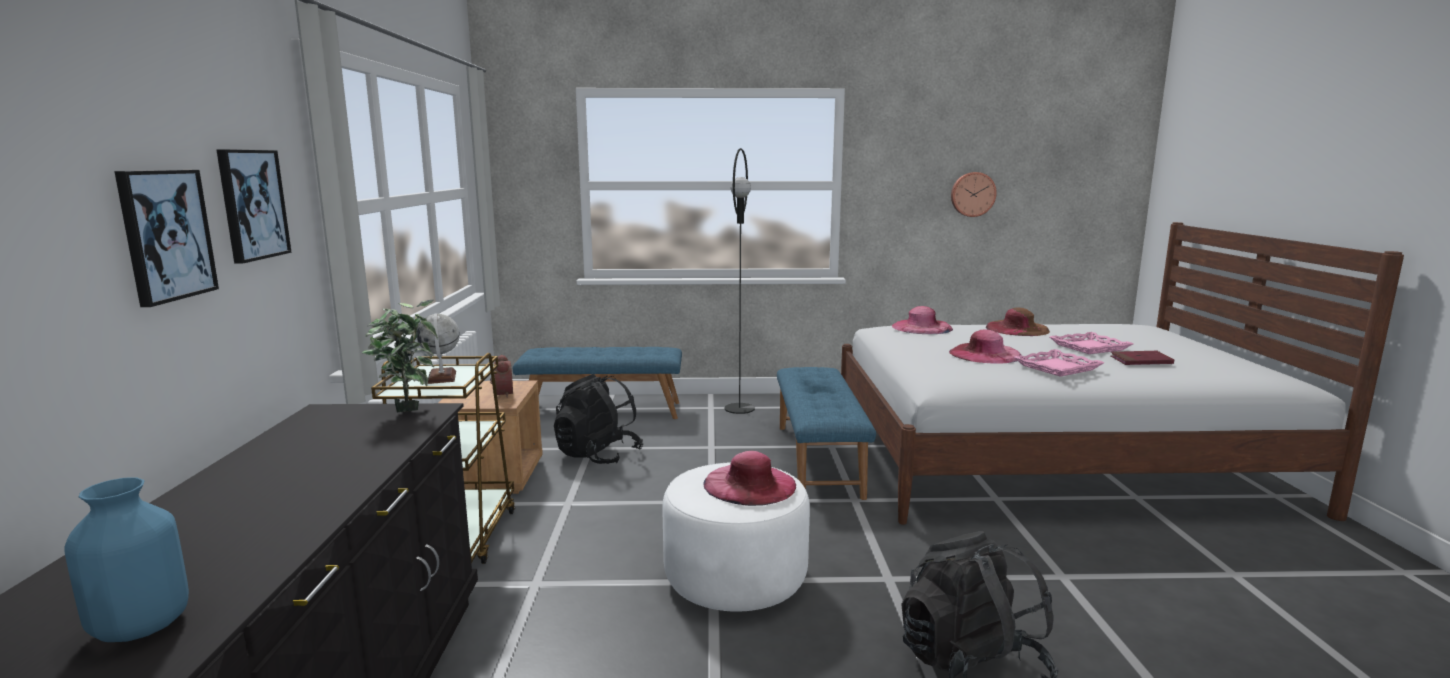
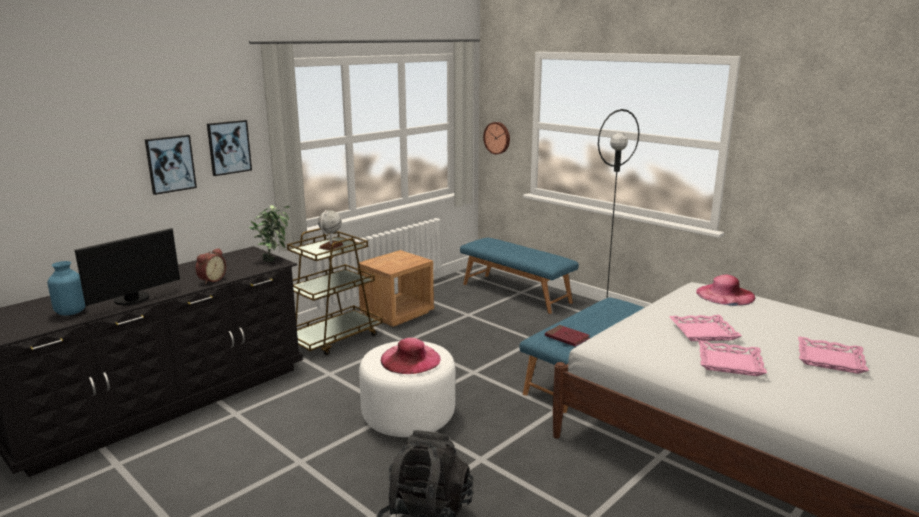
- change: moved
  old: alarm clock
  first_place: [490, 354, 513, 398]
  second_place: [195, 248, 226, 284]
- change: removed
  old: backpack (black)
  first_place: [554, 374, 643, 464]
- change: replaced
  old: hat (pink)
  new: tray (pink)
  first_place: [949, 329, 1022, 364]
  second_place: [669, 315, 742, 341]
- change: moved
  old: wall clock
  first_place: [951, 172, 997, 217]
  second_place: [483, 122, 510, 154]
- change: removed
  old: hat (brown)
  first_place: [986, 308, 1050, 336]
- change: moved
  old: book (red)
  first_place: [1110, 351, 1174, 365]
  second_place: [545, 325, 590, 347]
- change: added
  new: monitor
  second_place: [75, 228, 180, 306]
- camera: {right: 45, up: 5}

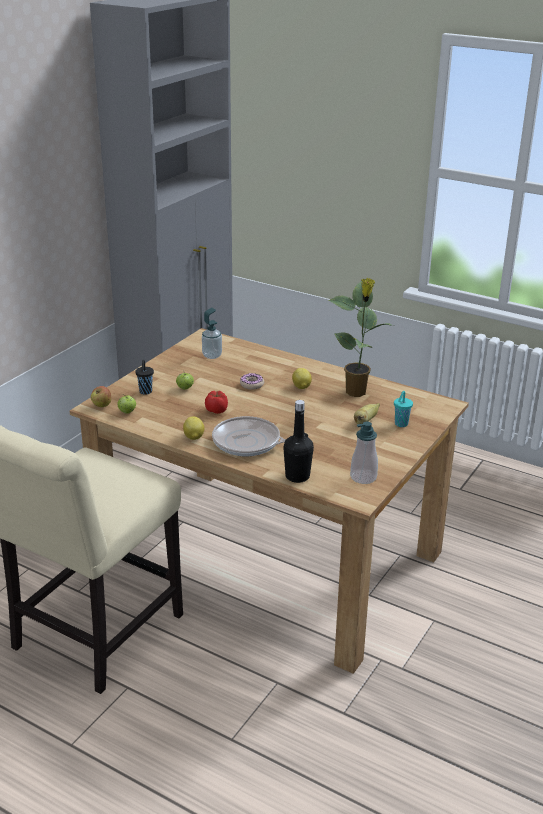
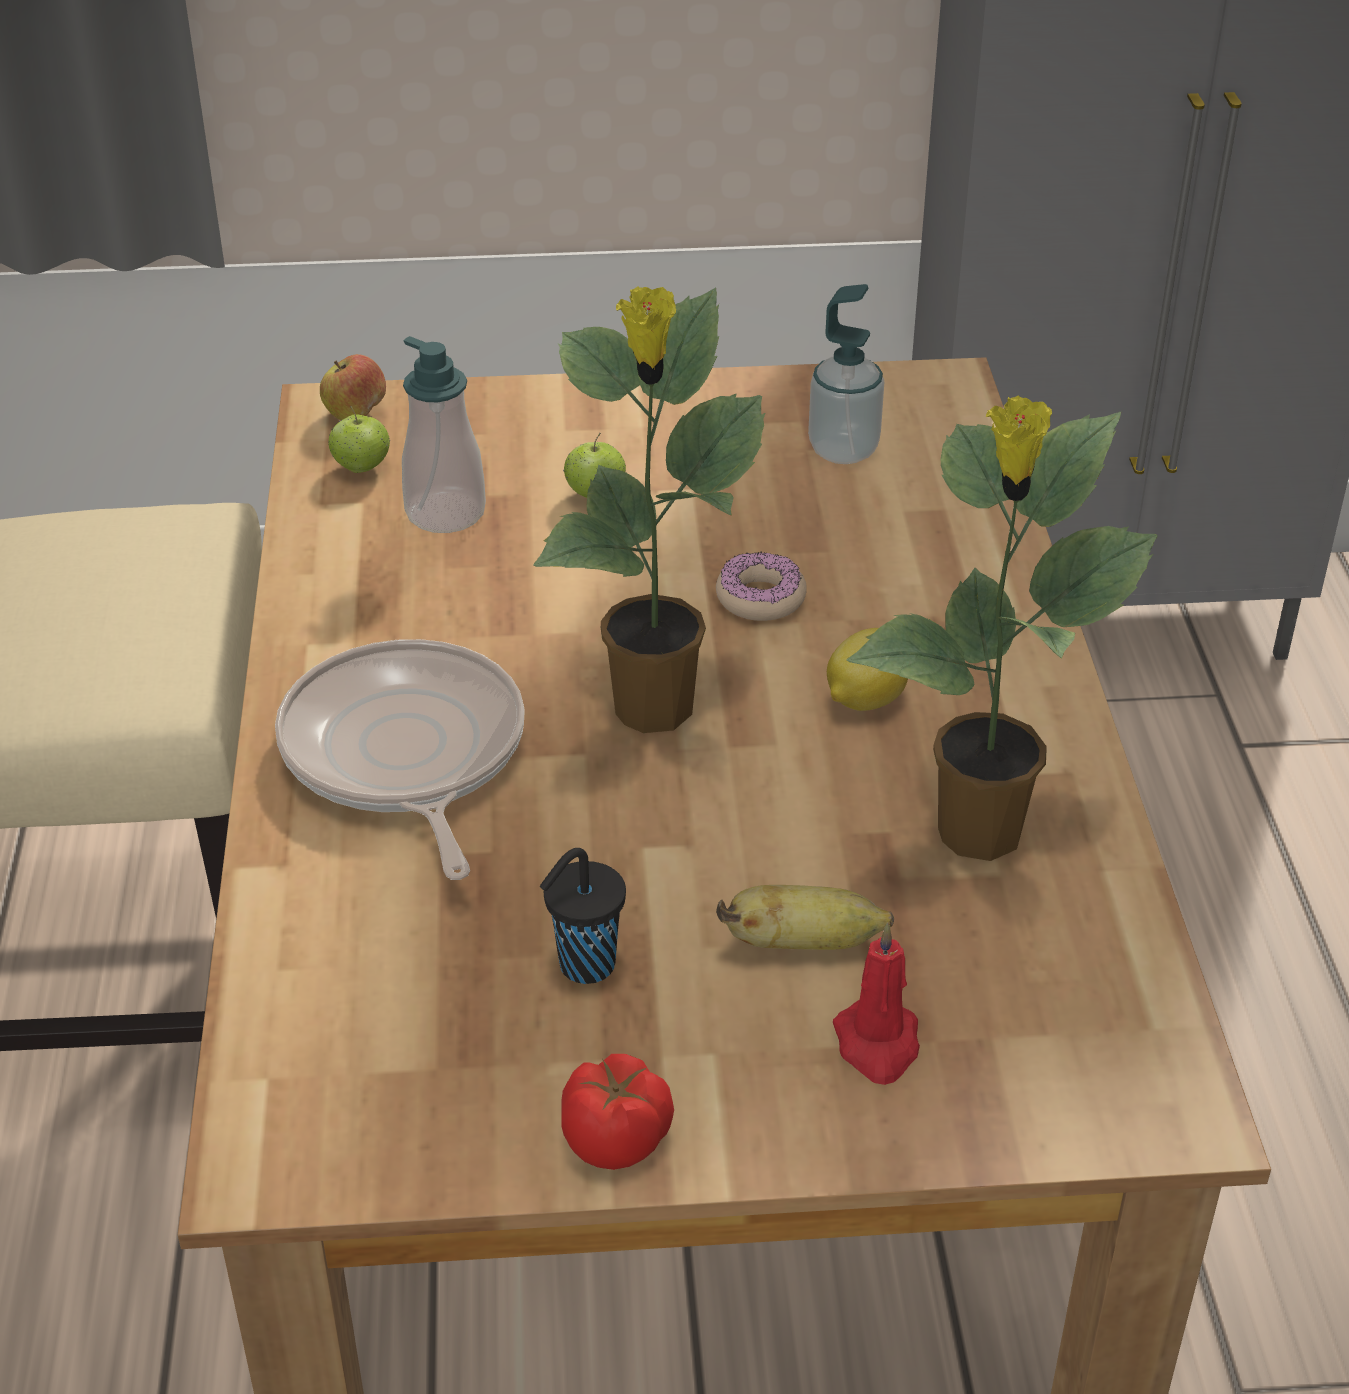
- change: moved
  old: cup (black)
  first_place: [135, 360, 154, 395]
  second_place: [540, 848, 626, 984]
- change: removed
  old: lemon
  first_place: [183, 417, 204, 440]
- change: moved
  old: tomato
  first_place: [205, 391, 228, 414]
  second_place: [561, 1054, 674, 1170]
- change: removed
  old: bottle (black)
  first_place: [283, 400, 314, 483]
- change: moved
  old: soap dispenser
  first_place: [350, 422, 378, 484]
  second_place: [402, 336, 486, 533]
- change: replaced
  old: cup (turquoise)
  new: candle (red)
  first_place: [394, 391, 413, 427]
  second_place: [833, 922, 920, 1085]
- change: added
  new: potted plant
  second_place: [533, 286, 766, 733]
- camera: {right: 55, up: 10}

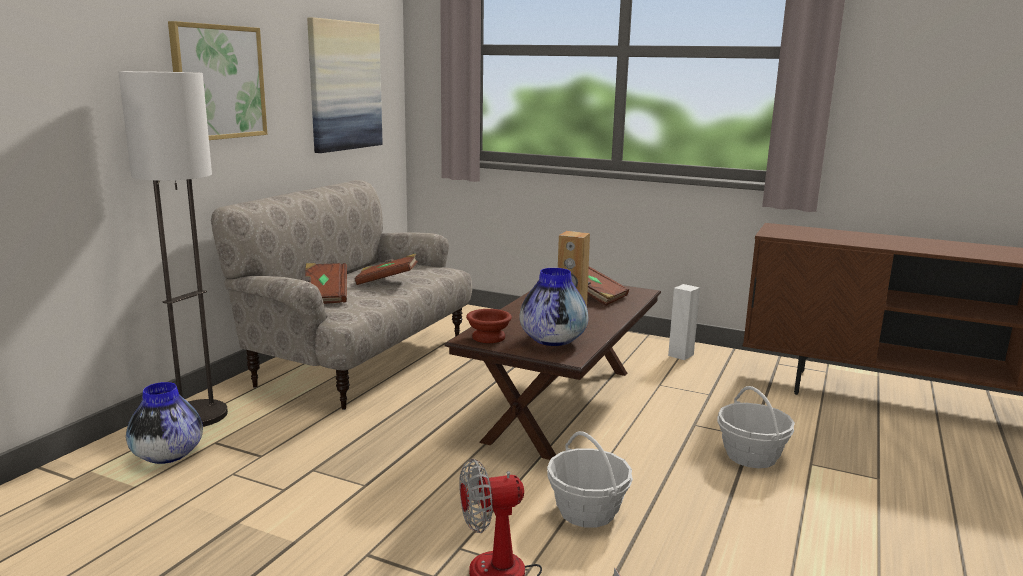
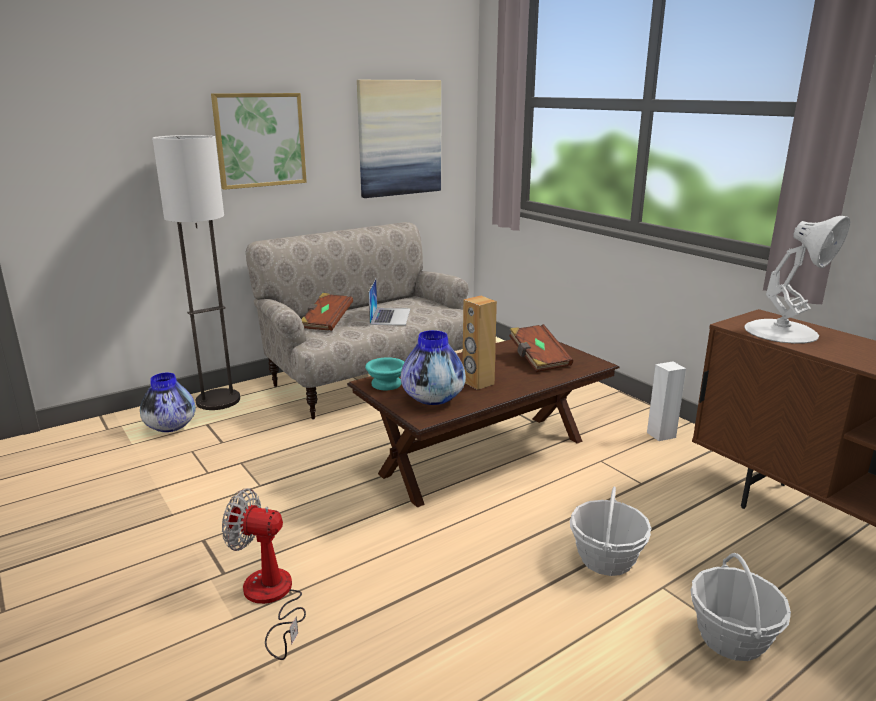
- change: replaced
  old: book (brown)
  new: laptop
  first_place: [355, 254, 418, 285]
  second_place: [368, 278, 410, 325]
- change: recoloured
  old: bowl (brown)
  new: bowl (turquoise)
  first_place: [466, 309, 512, 343]
  second_place: [365, 357, 404, 390]
- change: moved
  old: basket
  first_place: [547, 431, 633, 528]
  second_place: [690, 553, 791, 661]
- change: added
  new: table lamp (white)
  second_place: [744, 216, 850, 344]
- camera: {right: 30, up: 5}

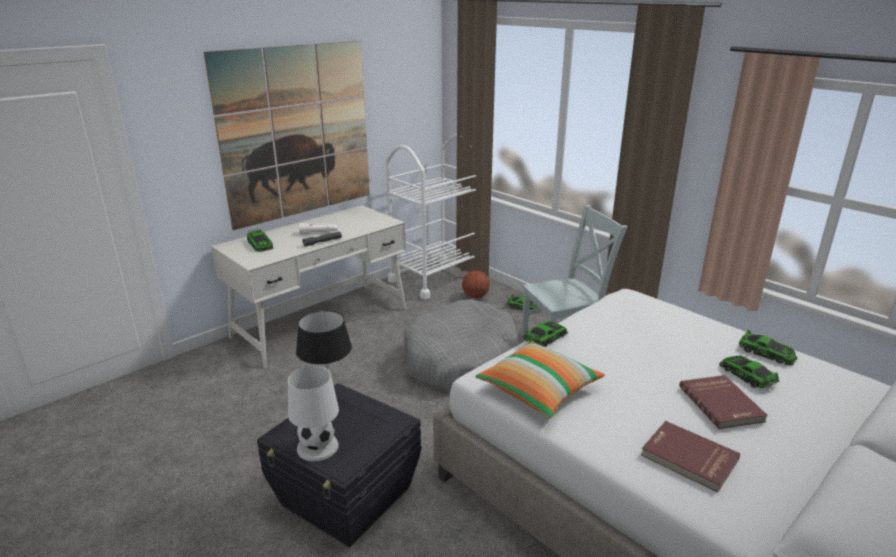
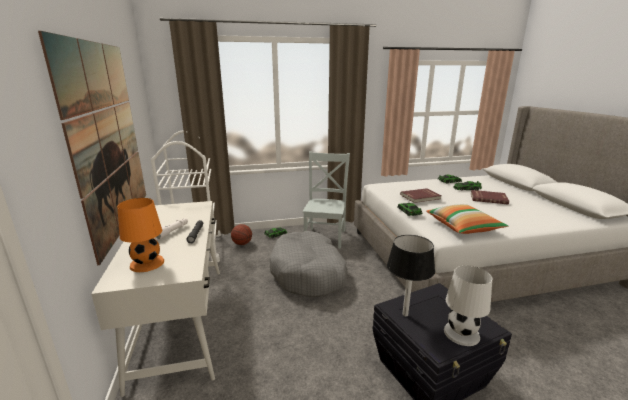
- change: replaced
  old: toy car
  new: table lamp (orange)
  first_place: [247, 229, 273, 252]
  second_place: [117, 198, 164, 272]
- change: moved
  old: book (red)
  first_place: [641, 421, 740, 492]
  second_place: [400, 188, 442, 203]
- camera: {right: -60, up: -5}

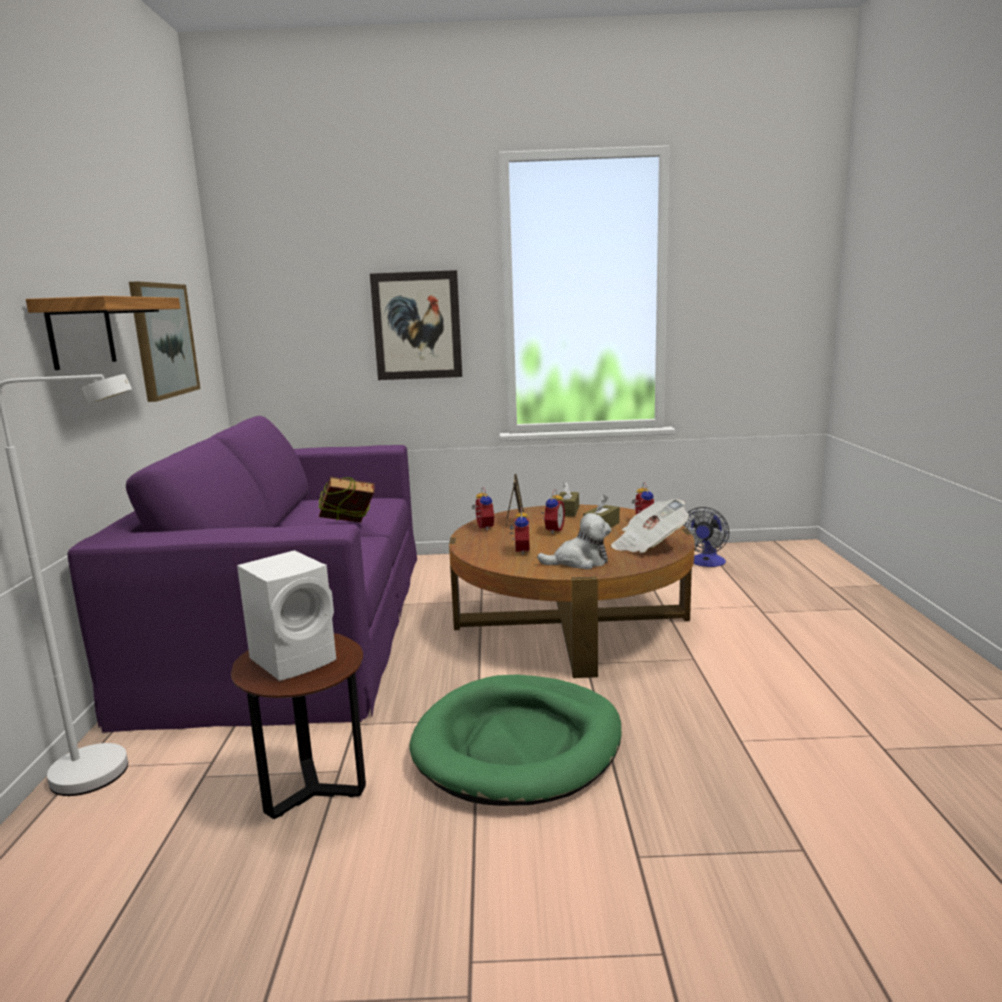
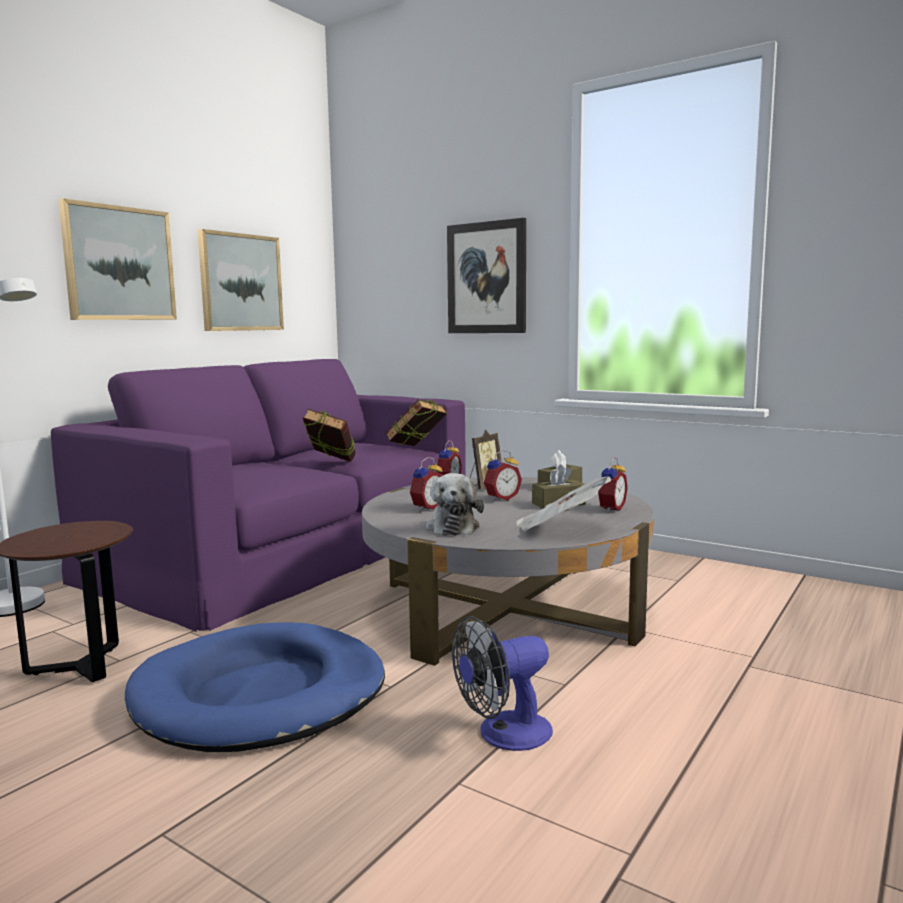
- change: replaced
  old: shelf
  new: picture
  first_place: [26, 296, 180, 370]
  second_place: [58, 198, 177, 320]
- change: removed
  old: speaker (white)
  first_place: [237, 550, 336, 681]
- change: recoloured
  old: dog bed (green)
  new: dog bed (blue)
  first_place: [409, 675, 621, 806]
  second_place: [125, 622, 385, 752]
- change: recoloured
  old: coffee table (brown)
  new: coffee table (grey)
  first_place: [449, 505, 695, 678]
  second_place: [362, 477, 654, 666]
- change: turned
  old: plush toy
  first_place: [537, 513, 611, 570]
  second_place: [426, 473, 484, 536]
  degrees: 60
- change: moved
  old: fan
  first_place: [683, 507, 729, 567]
  second_place: [452, 616, 553, 751]
- change: added
  new: book
  second_place: [385, 399, 448, 446]
- camera: {right: 35, up: -5}

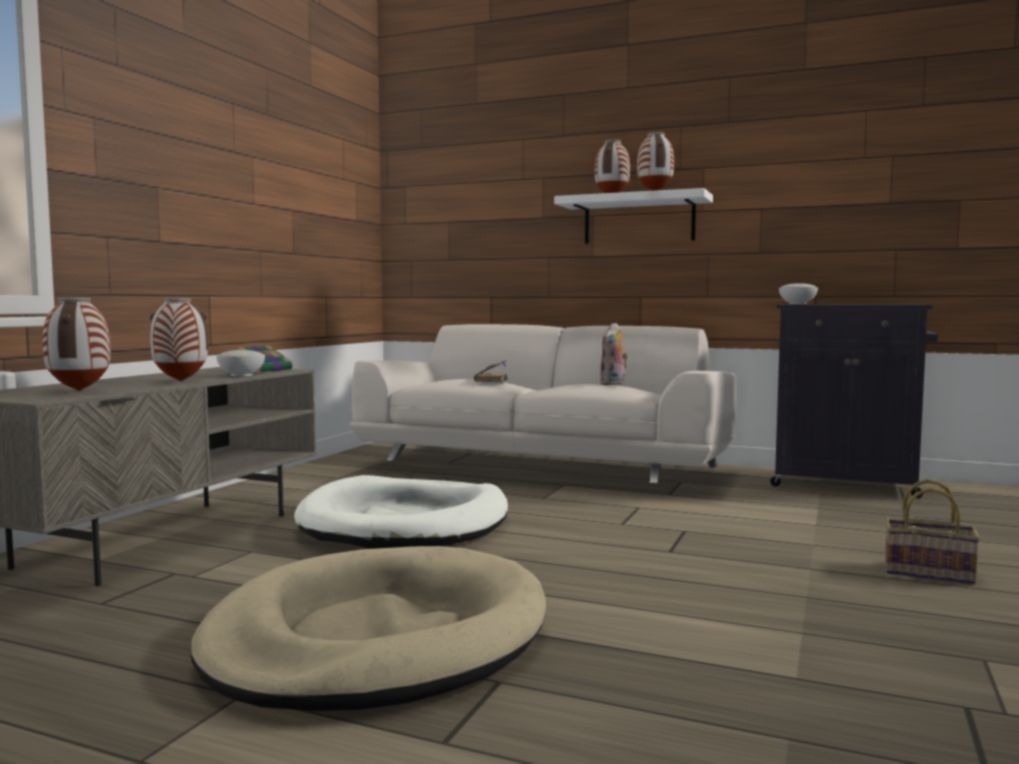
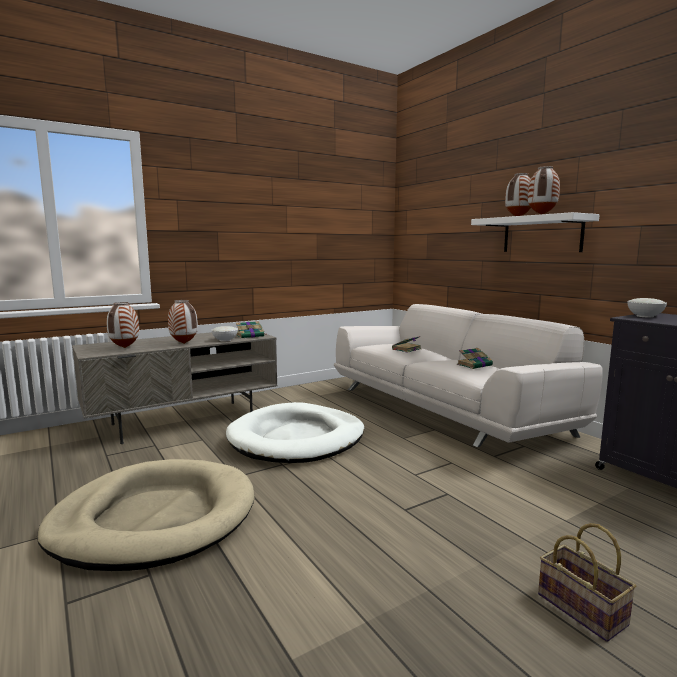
- change: replaced
  old: plush toy
  new: book
  first_place: [600, 323, 628, 385]
  second_place: [457, 348, 493, 369]
- camera: {right: 35, up: 5}

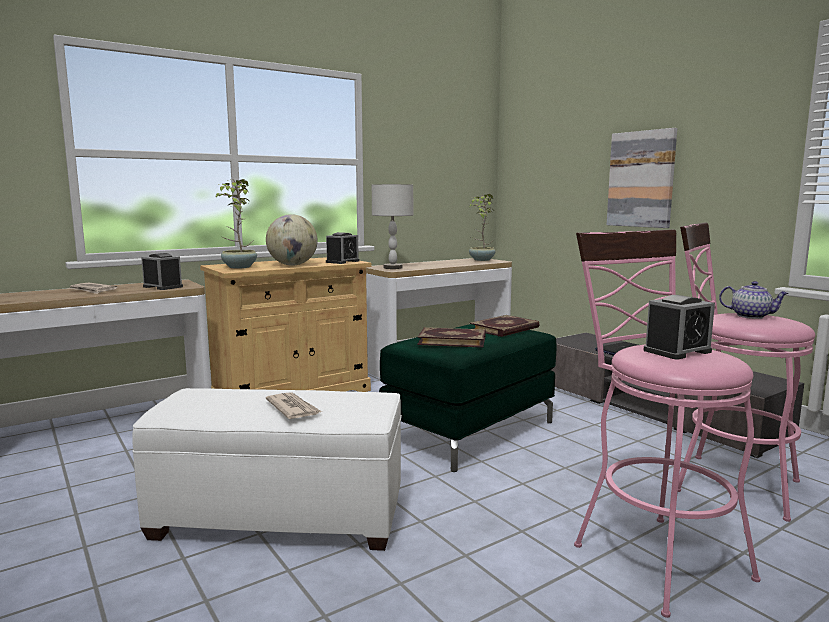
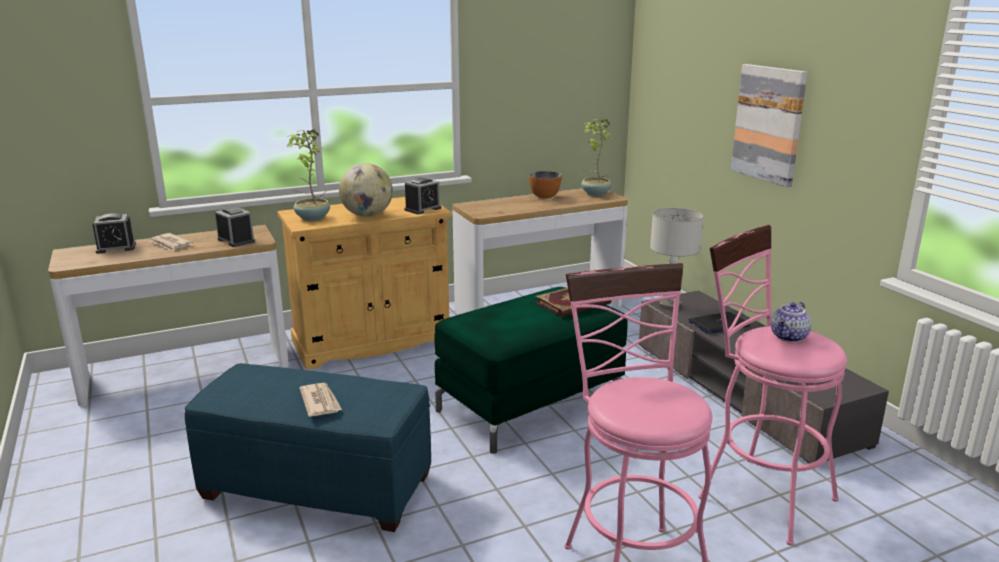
- change: recoloured
  old: ottoman (white)
  new: ottoman (blue)
  first_place: [132, 388, 402, 551]
  second_place: [185, 363, 431, 532]
- change: moved
  old: table lamp (grey)
  first_place: [372, 184, 413, 269]
  second_place: [650, 208, 704, 310]
- change: removed
  old: book
  first_place: [417, 327, 486, 348]
- change: moved
  old: alarm clock
  first_place: [643, 295, 715, 359]
  second_place: [92, 213, 136, 254]
- change: turned
  old: teapot
  first_place: [719, 281, 789, 319]
  second_place: [771, 302, 811, 342]
  degrees: 90
- change: added
  new: bowl
  second_place: [529, 171, 562, 199]
- camera: {right: 10, up: 10}

